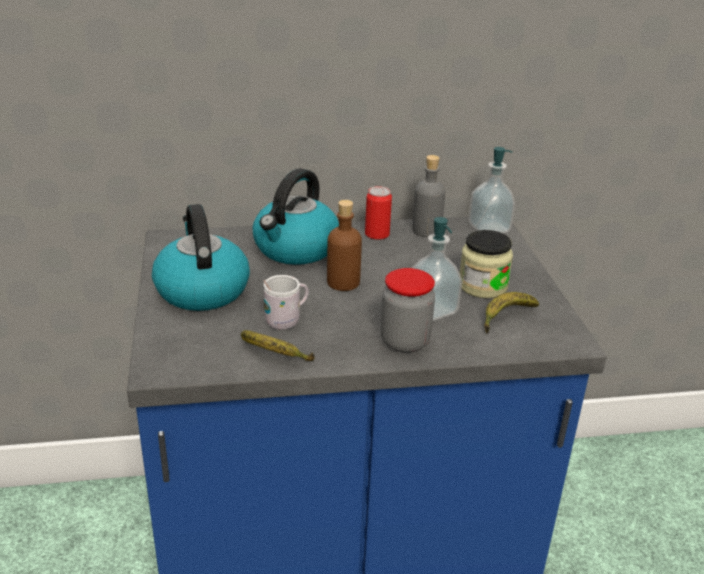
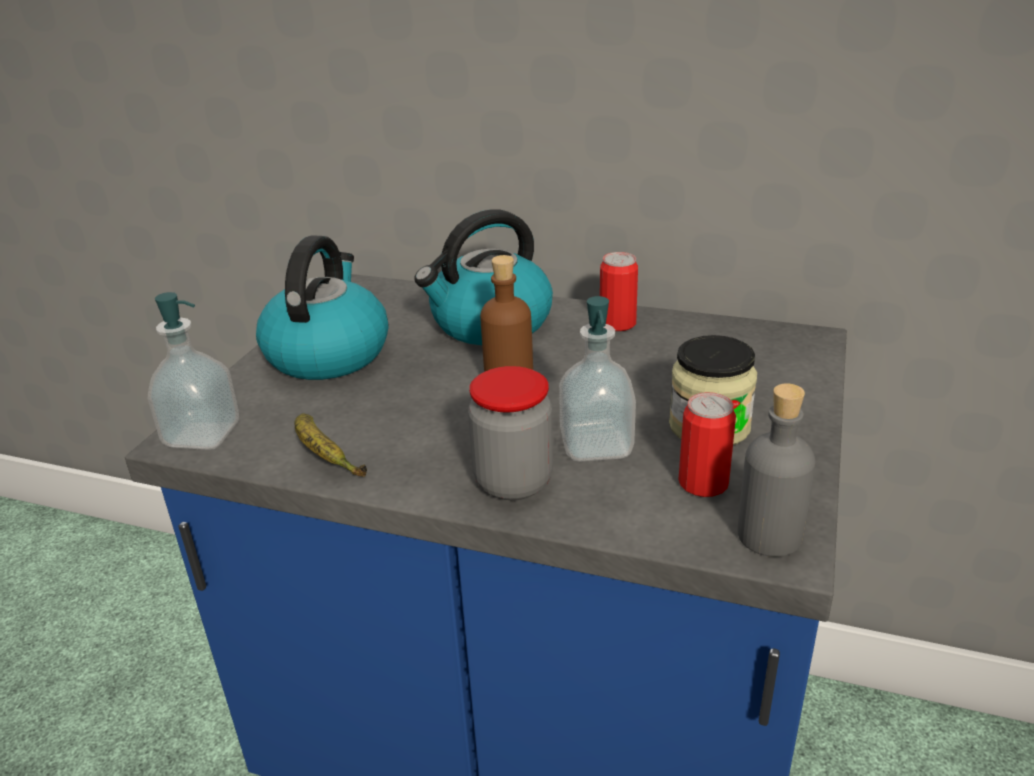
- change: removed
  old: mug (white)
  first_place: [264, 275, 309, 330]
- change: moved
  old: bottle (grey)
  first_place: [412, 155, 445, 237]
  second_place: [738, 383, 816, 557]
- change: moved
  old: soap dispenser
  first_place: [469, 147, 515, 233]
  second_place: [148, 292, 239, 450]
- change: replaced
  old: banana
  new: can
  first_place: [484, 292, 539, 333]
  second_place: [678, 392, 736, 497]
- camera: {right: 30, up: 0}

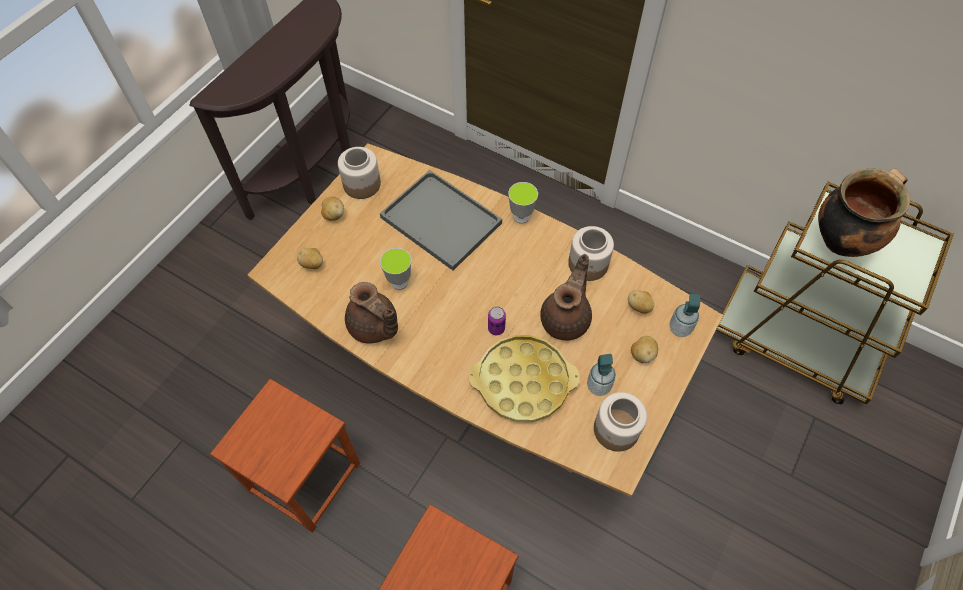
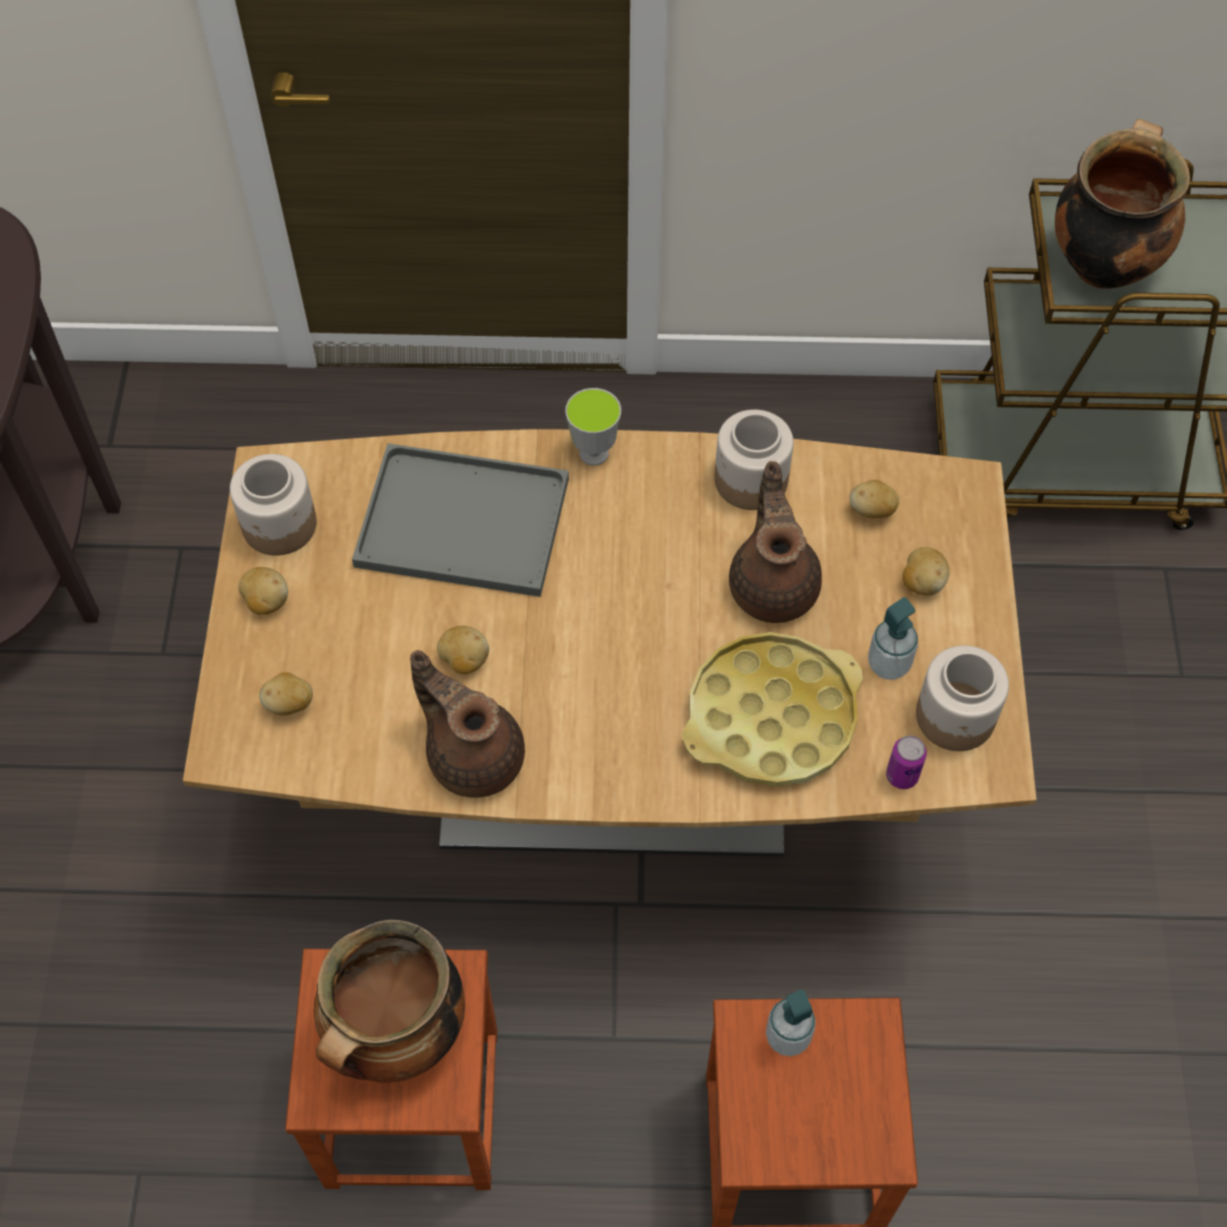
- change: turned
  old: teapot (brown)
  first_place: [345, 282, 398, 344]
  second_place: [410, 650, 525, 797]
  degrees: -150
- change: replaced
  old: cup
  new: potato
  first_place: [380, 248, 412, 290]
  second_place: [437, 626, 489, 674]
- change: moved
  old: can
  first_place: [488, 306, 506, 335]
  second_place: [886, 736, 927, 789]
- change: moved
  old: soap dispenser
  first_place: [669, 294, 700, 337]
  second_place: [766, 989, 816, 1057]
- change: added
  new: cooking pot
  second_place: [314, 920, 465, 1083]
- camera: {right: -30, up: 0}

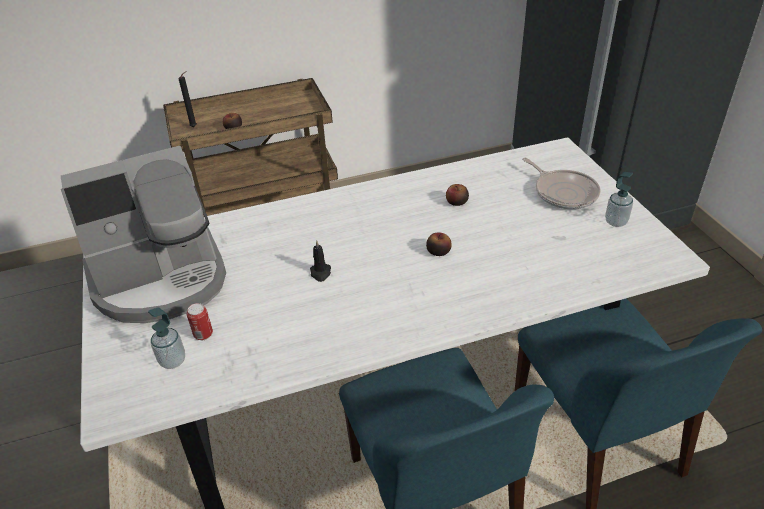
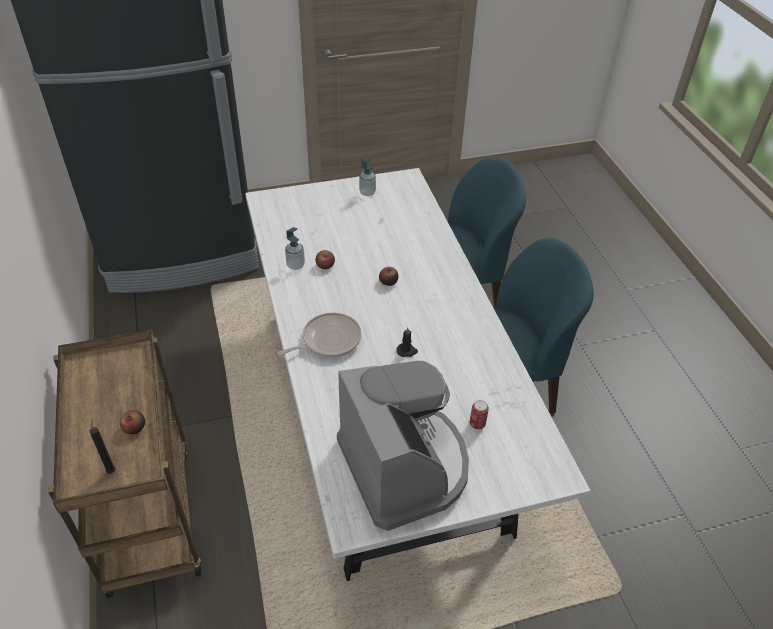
- change: moved
  old: soap dispenser
  first_place: [148, 307, 185, 369]
  second_place: [285, 227, 305, 270]
- change: moved
  old: frying pan
  first_place: [522, 158, 601, 209]
  second_place: [277, 312, 362, 358]
- camera: {right: -90, up: 5}

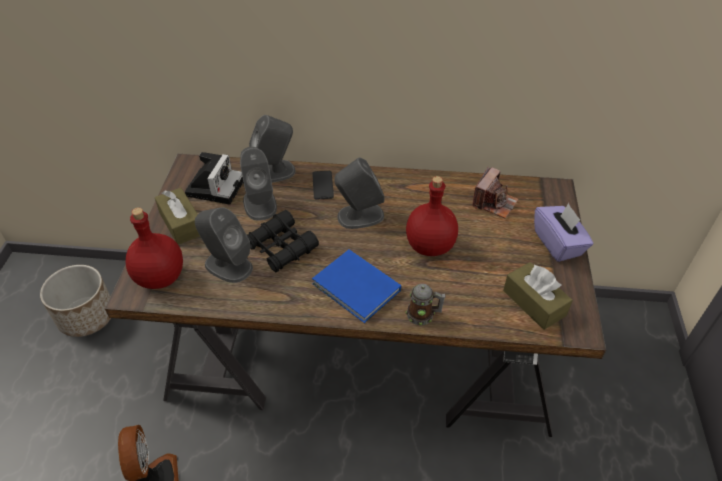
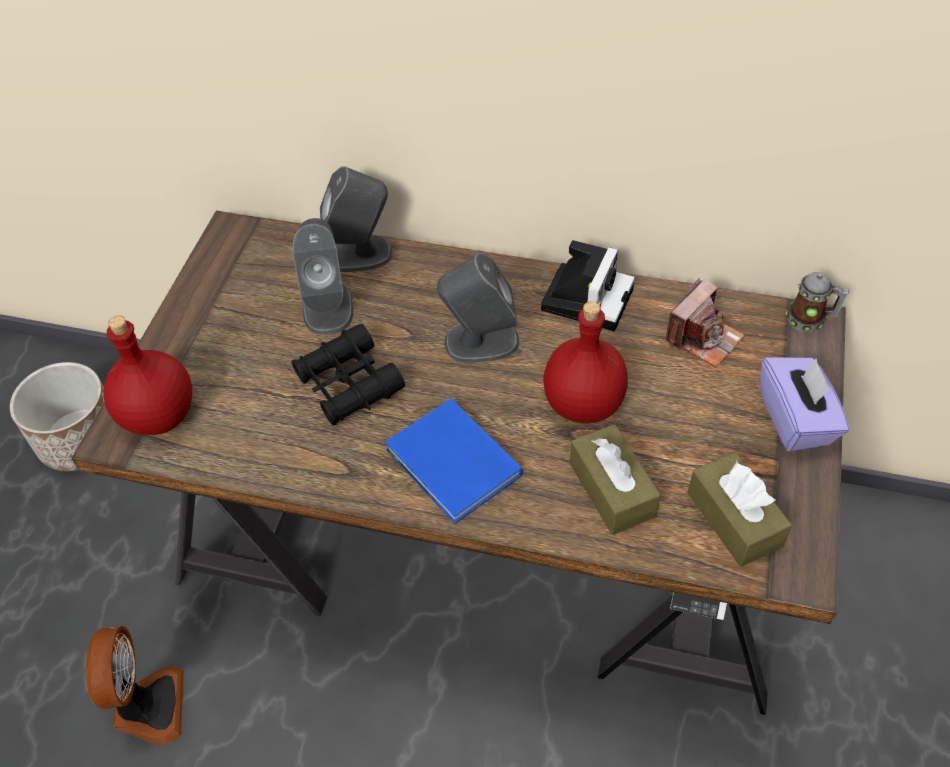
- change: moved
  old: tissue box (brown)
  first_place: [155, 188, 200, 245]
  second_place: [570, 424, 661, 535]
- change: moved
  old: photo camera
  first_place: [185, 152, 243, 205]
  second_place: [541, 240, 635, 331]
- change: removed
  old: speaker (grey)
  first_place: [195, 207, 253, 283]
- change: removed
  old: phone
  first_place: [312, 171, 334, 200]
- change: moved
  old: mug
  first_place: [406, 284, 446, 325]
  second_place: [786, 272, 849, 332]
- camera: {right: 10, up: 5}

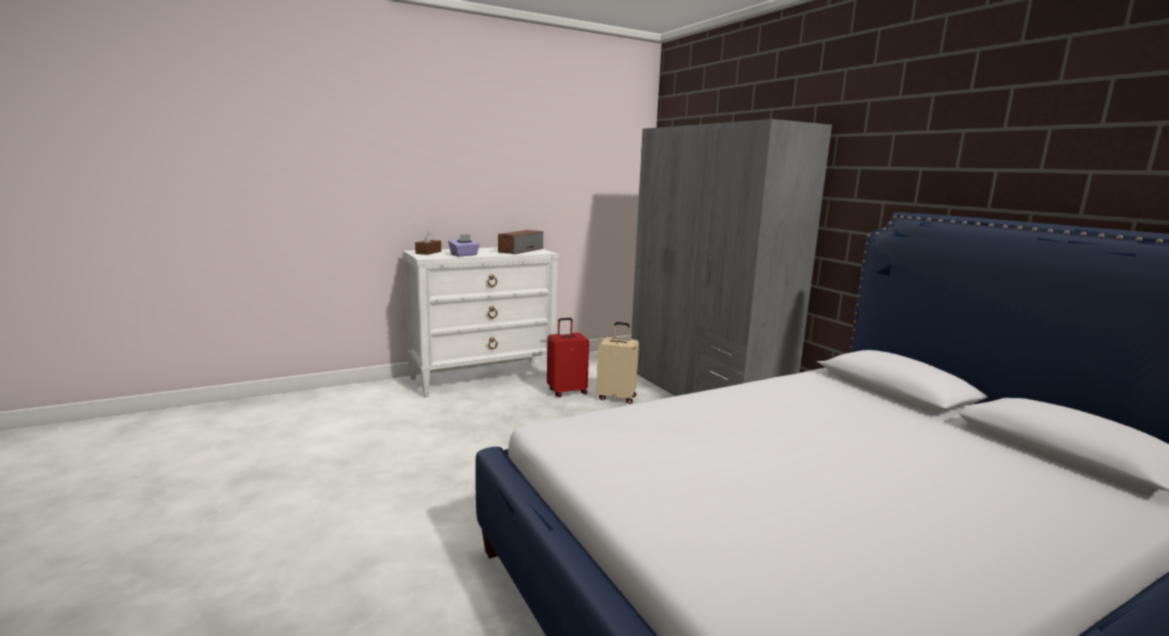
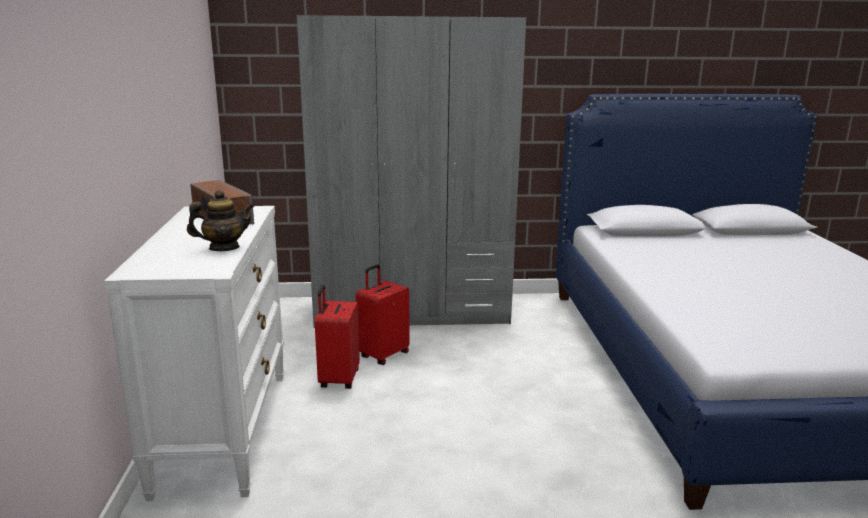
- change: removed
  old: tissue box (brown)
  first_place: [415, 231, 441, 255]
- change: replaced
  old: tissue box (purple)
  new: teapot
  first_place: [448, 234, 480, 257]
  second_place: [187, 190, 254, 251]
- change: recoloured
  old: suitcase (beige)
  new: suitcase (red)
  first_place: [596, 322, 639, 404]
  second_place: [356, 265, 409, 365]
- camera: {right: -65, up: 5}

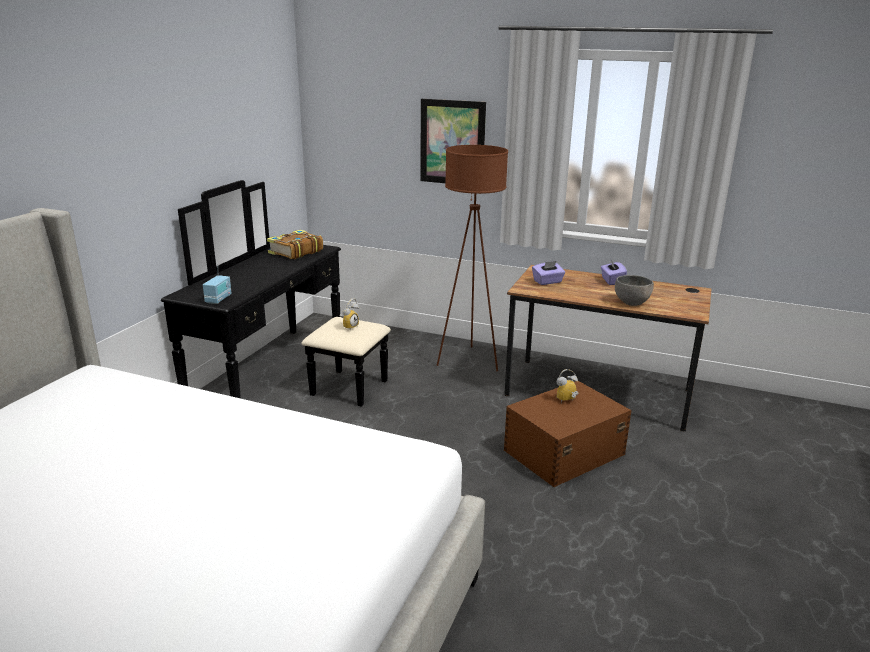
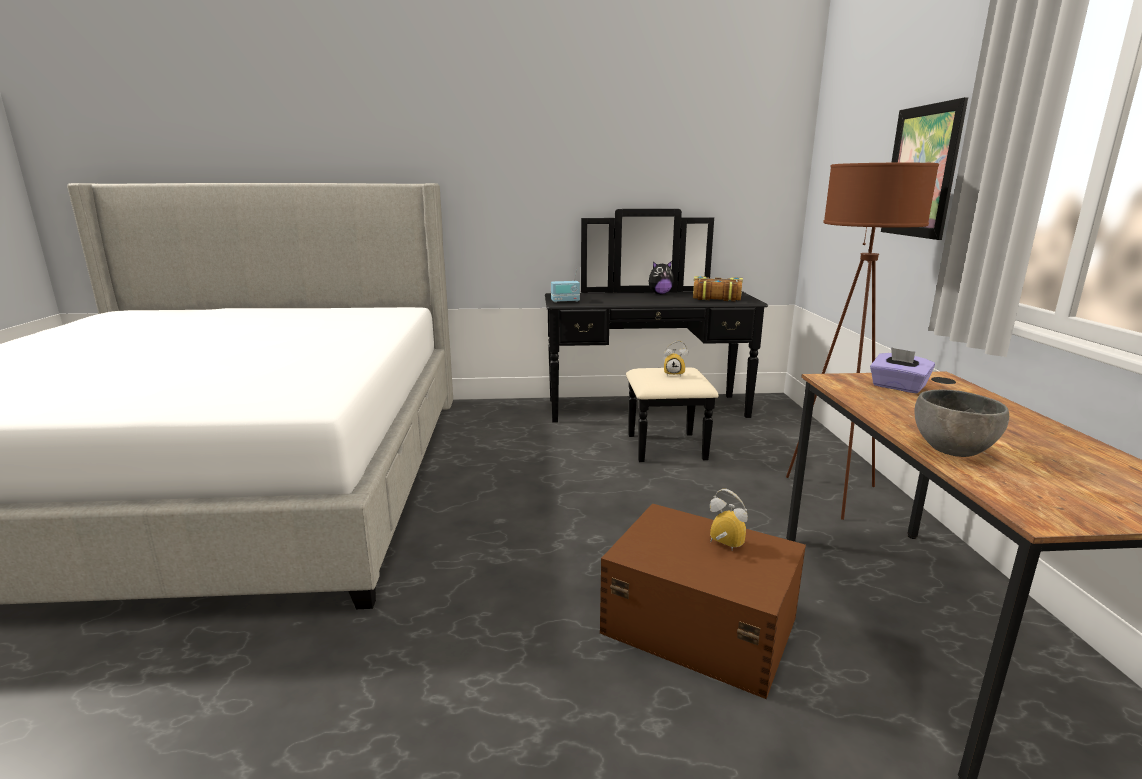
- change: removed
  old: tissue box (purple)
  first_place: [601, 258, 627, 285]
- change: added
  new: plush toy
  second_place: [649, 261, 674, 294]
- camera: {right: 65, up: -5}

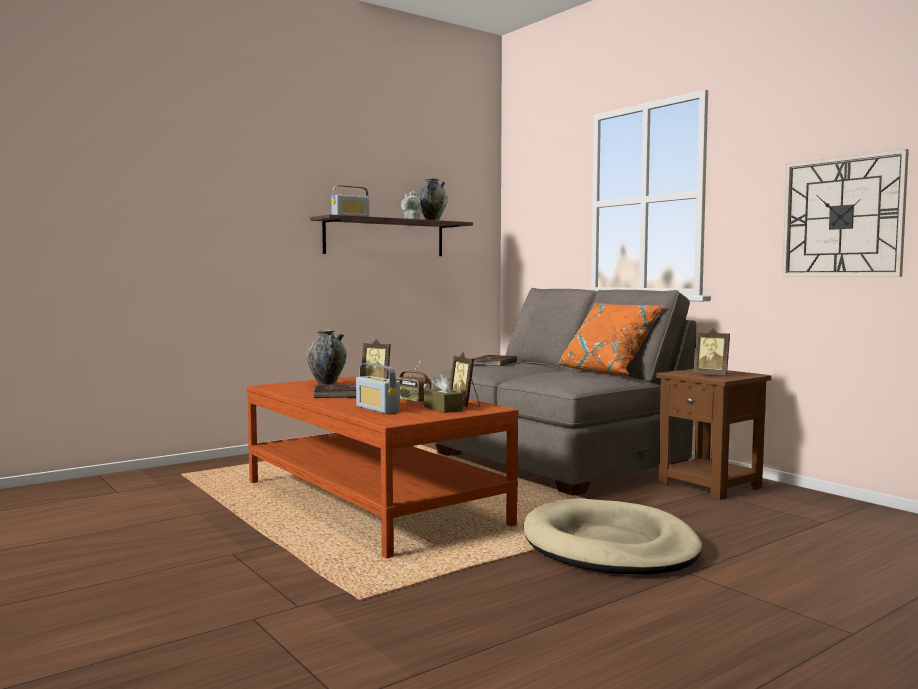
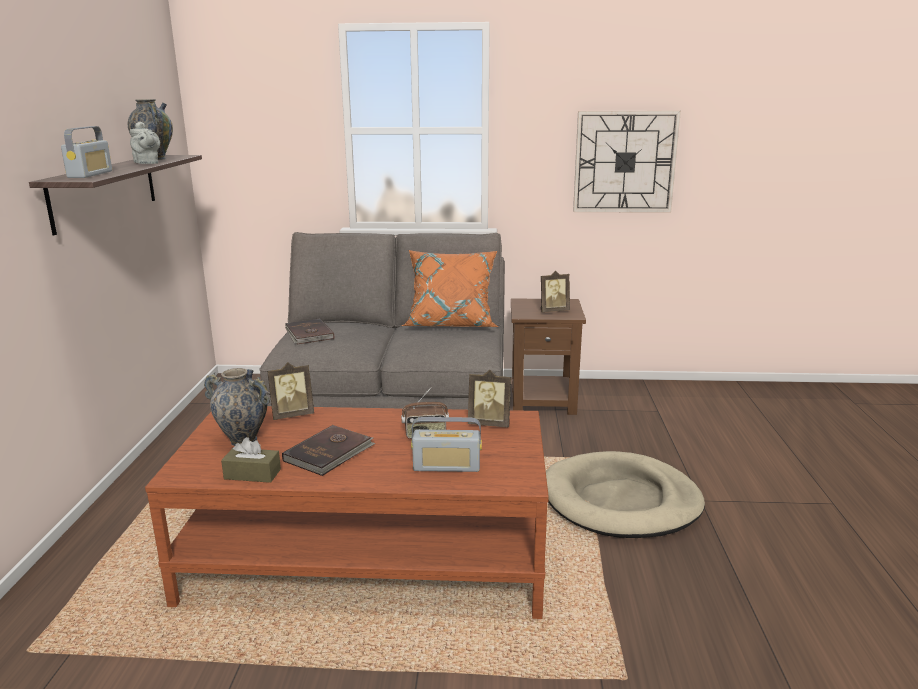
- change: moved
  old: tissue box (brown)
  first_place: [424, 374, 463, 413]
  second_place: [221, 437, 281, 483]
- camera: {right: -50, up: 15}

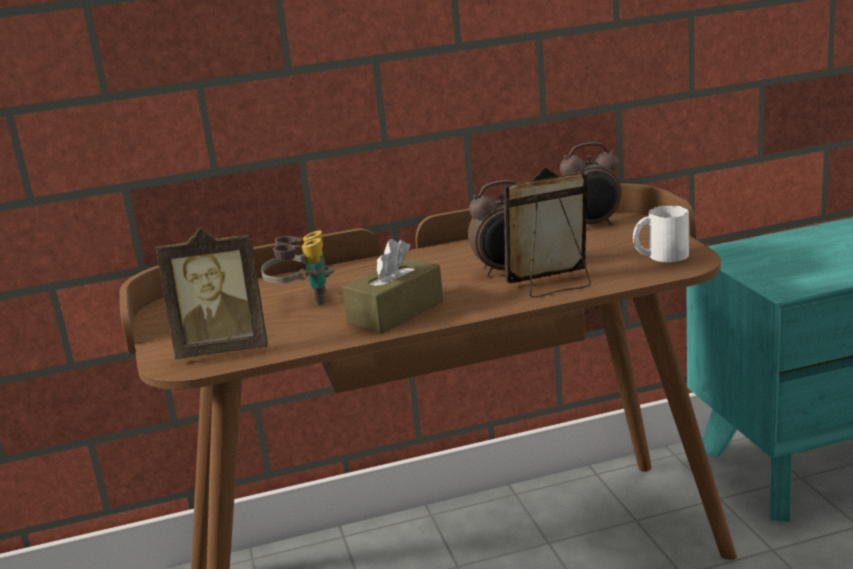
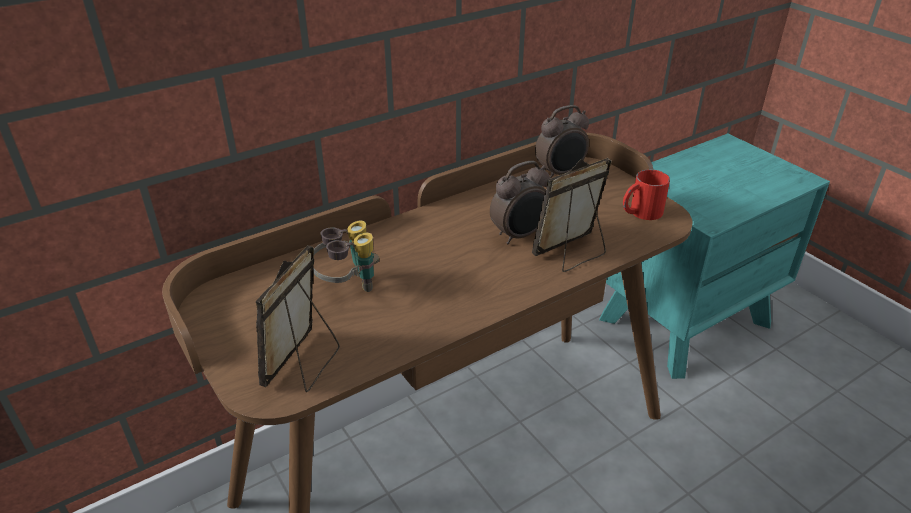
- change: turned
  old: picture frame
  first_place: [156, 227, 268, 359]
  second_place: [256, 245, 340, 392]
  degrees: 135
- change: removed
  old: tissue box (brown)
  first_place: [342, 239, 443, 334]
- change: recoloured
  old: mug (white)
  new: mug (red)
  first_place: [633, 205, 689, 262]
  second_place: [623, 169, 670, 220]
- camera: {right: -20, up: 15}

